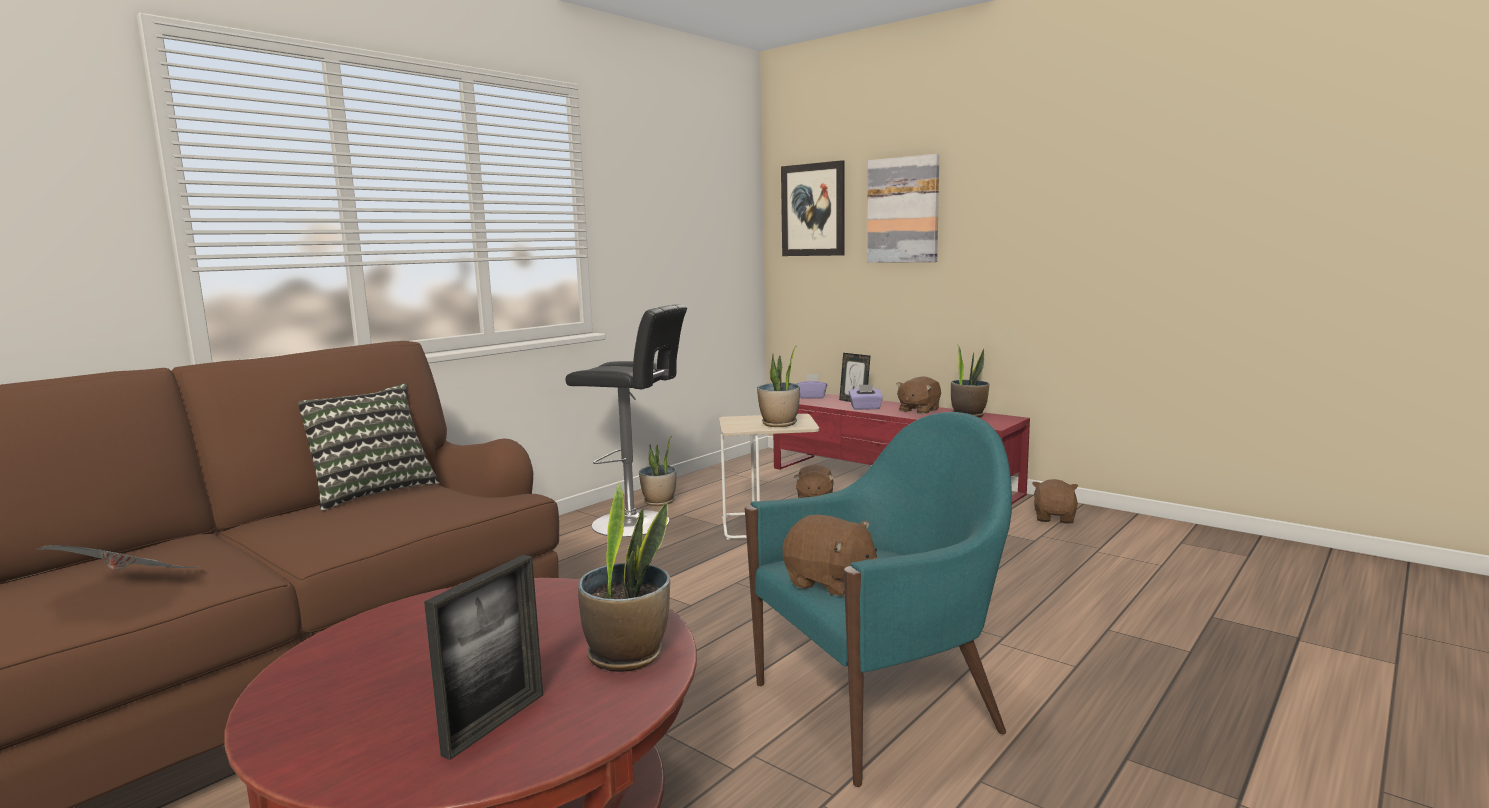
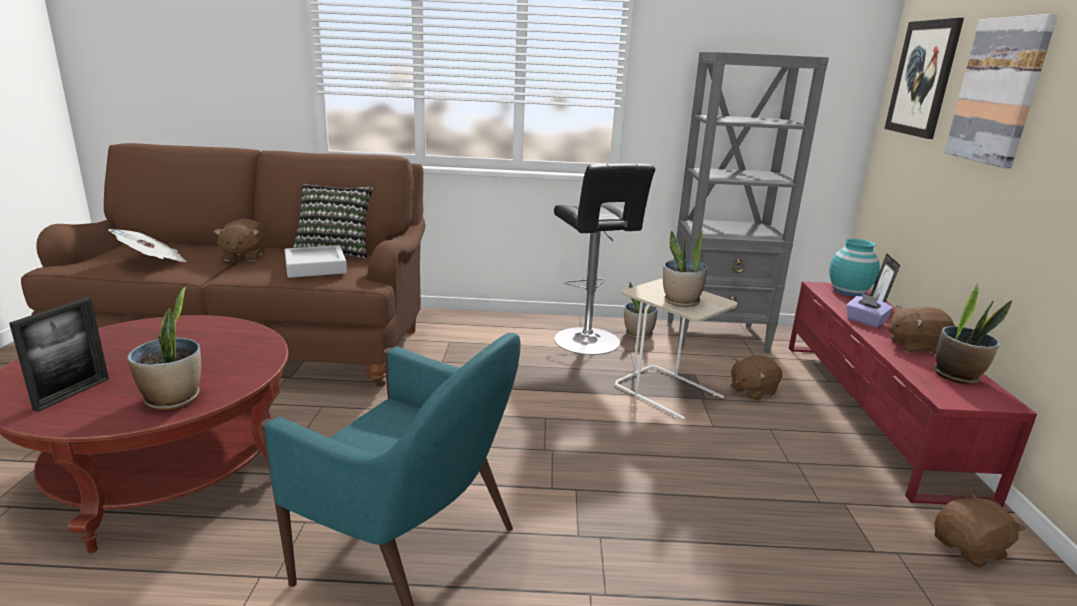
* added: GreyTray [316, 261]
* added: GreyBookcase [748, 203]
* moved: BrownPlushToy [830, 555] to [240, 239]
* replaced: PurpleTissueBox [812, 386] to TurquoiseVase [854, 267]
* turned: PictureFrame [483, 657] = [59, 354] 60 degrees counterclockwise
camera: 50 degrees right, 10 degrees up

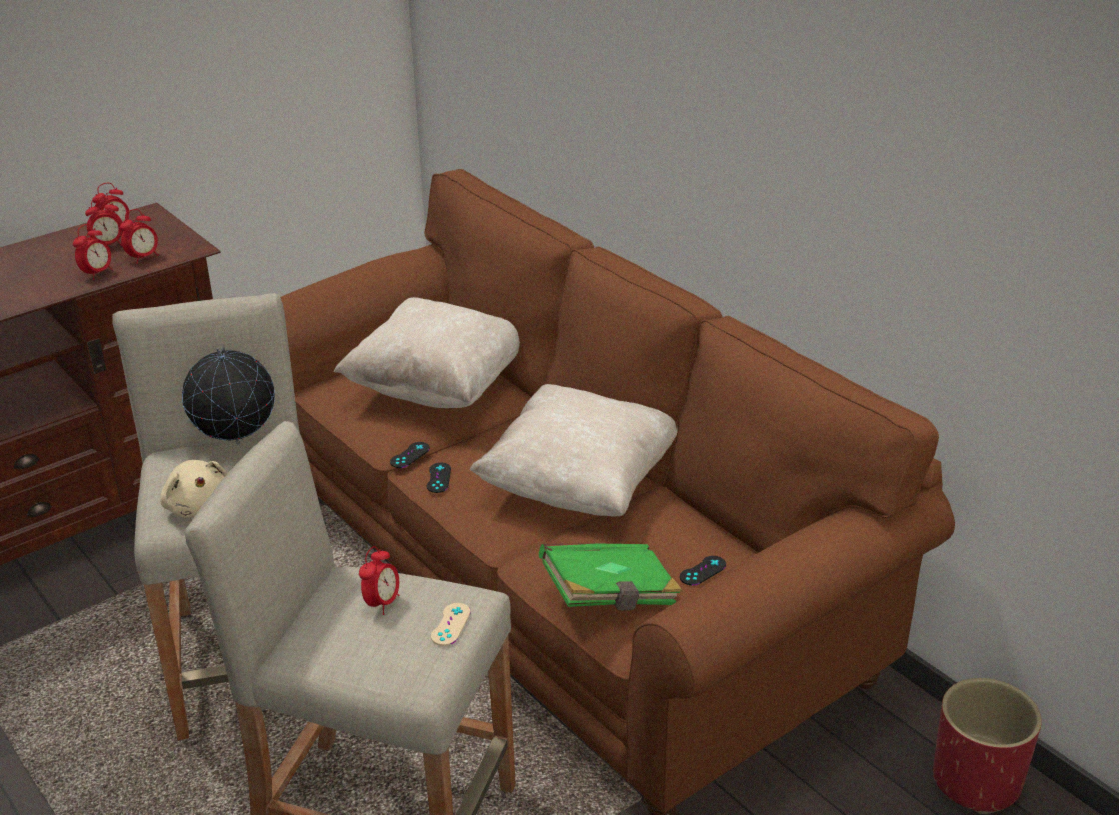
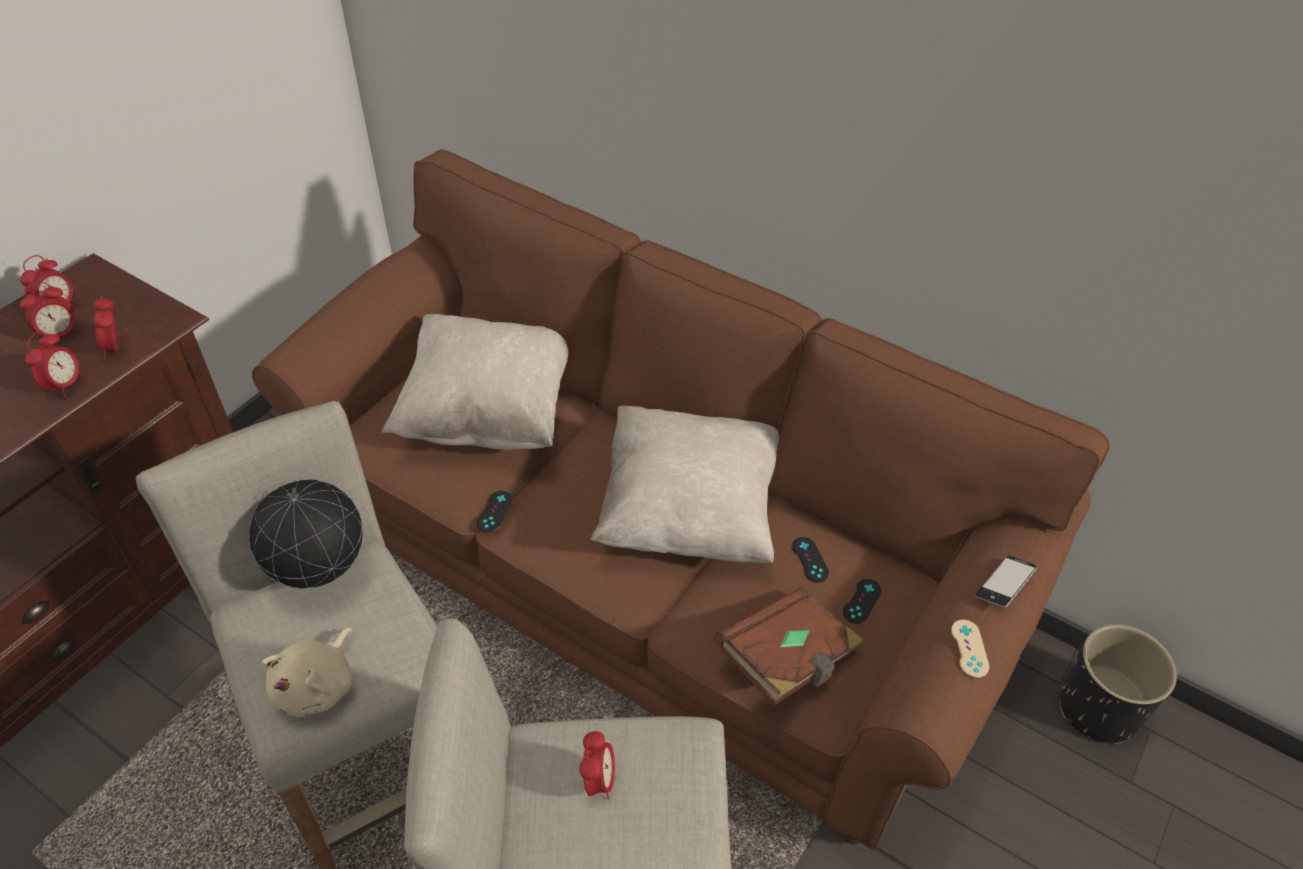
* added: Phone [1006, 582]
* moved: BlackGameController [439, 478] to [810, 559]
* moved: BeigeGameController [451, 624] to [970, 649]
* recoloured: GreenBook [611, 577] to BrownBook [789, 646]
* recoloured: RedPlanter [987, 746] to BlackPlanter [1118, 684]
* turned: AlarmClock [139, 236] = [106, 327] 135 degrees clockwise
* turned: BeigePlushToy [193, 489] = [307, 672] 75 degrees clockwise
camera: 20 degrees left, 15 degrees up

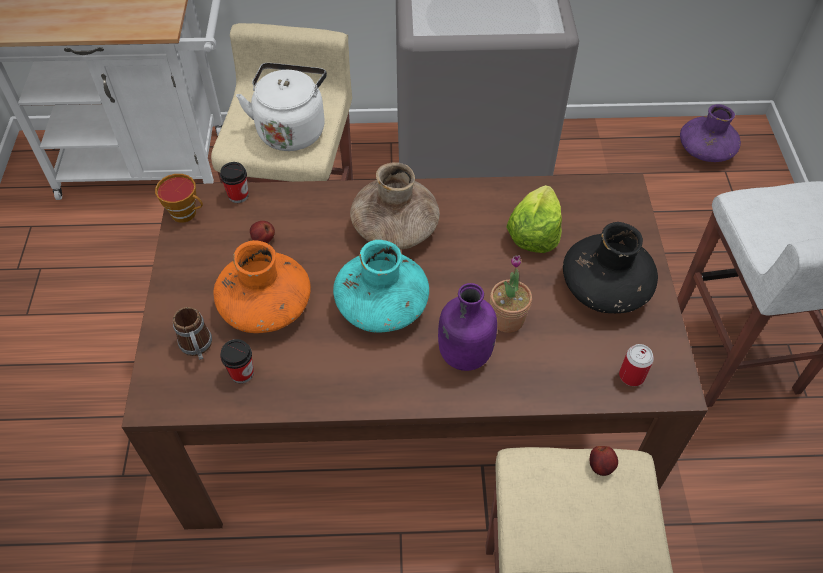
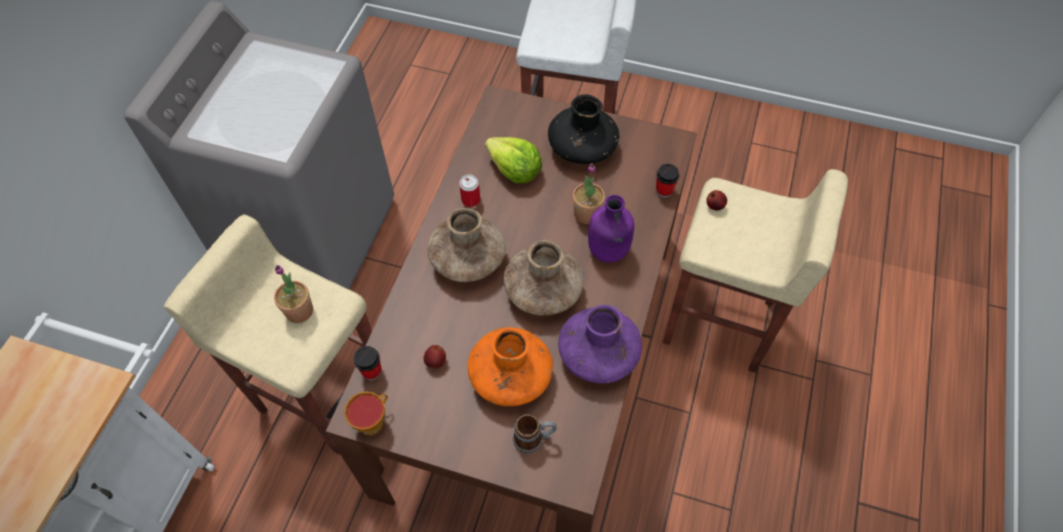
* moved: Cup [237, 361] to [667, 181]
* moved: Can [636, 365] to [469, 190]
* moved: PurpleVase [710, 133] to [600, 344]
* replaced: WhiteKettle [281, 107] to PottedPlant [293, 294]
* recoloured: TurquoiseVase [381, 286] to BrownVase [543, 278]
camera: 70 degrees left, 5 degrees up

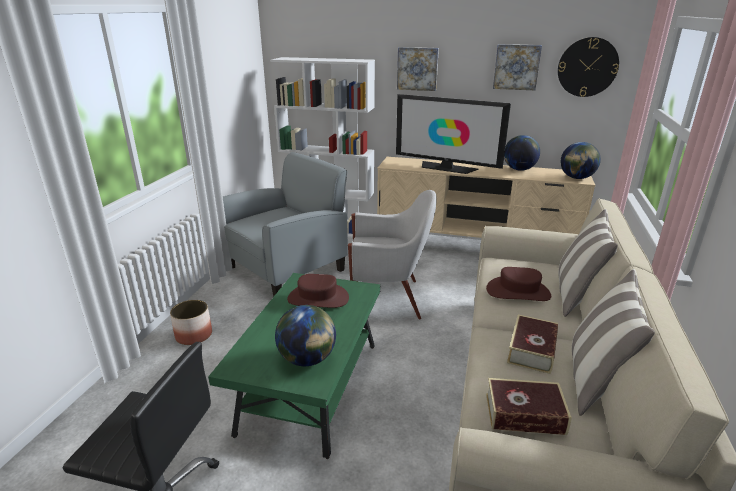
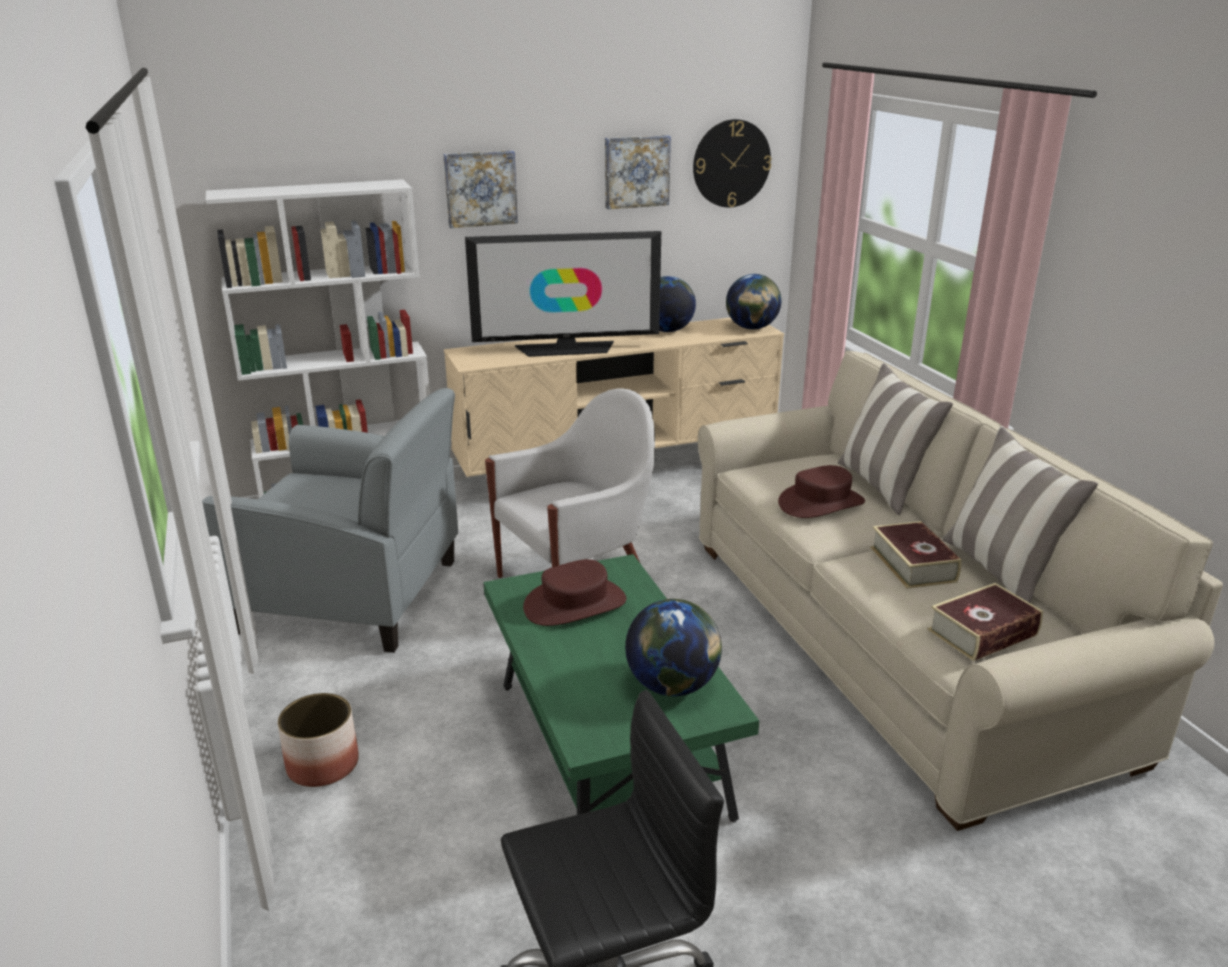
* turned: GreyArmchair [285, 224] = [330, 520] 90 degrees clockwise
camera: 35 degrees left, 0 degrees up

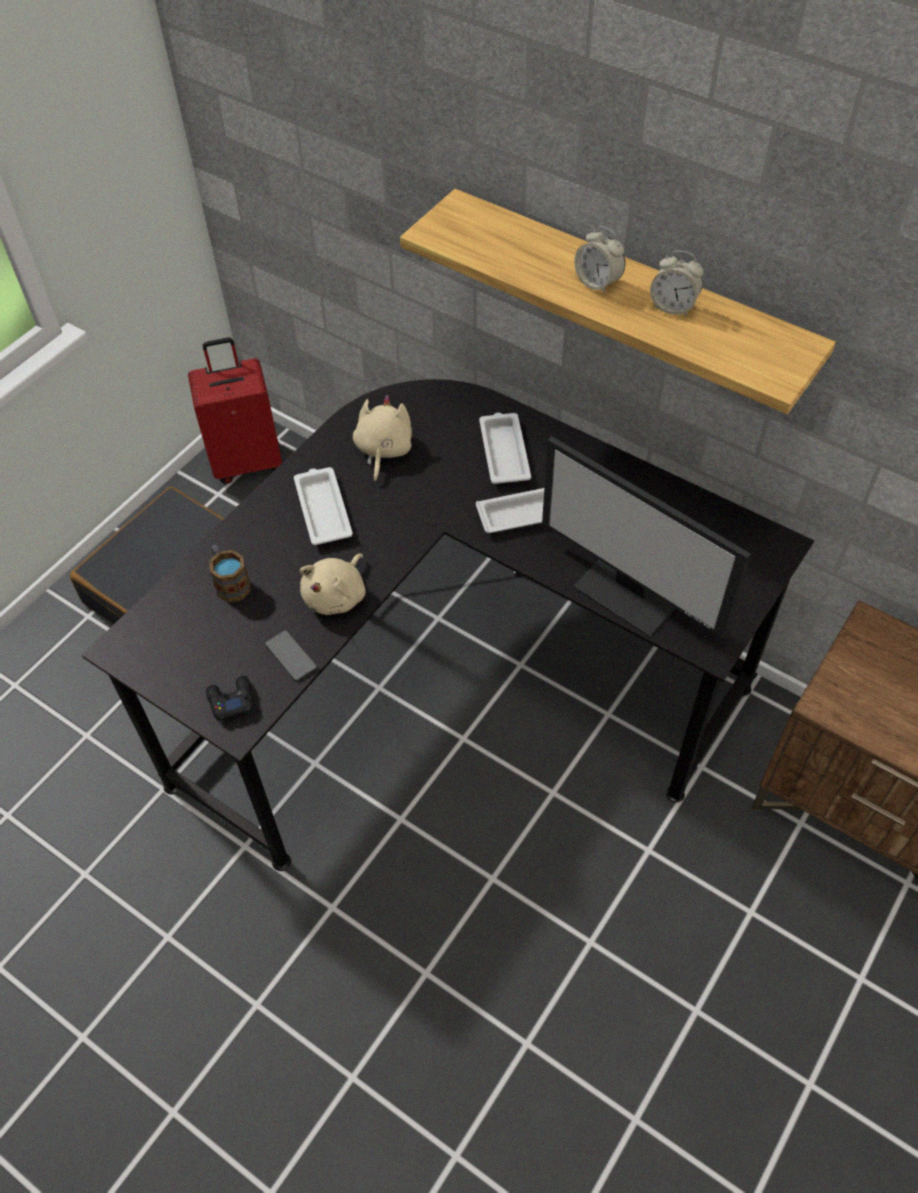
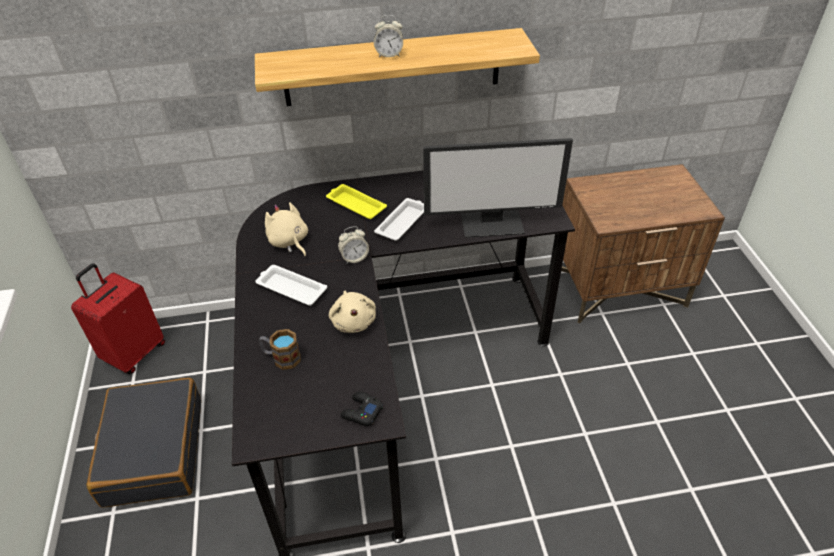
* removed: Phone [291, 656]
* moved: AlarmClock [677, 283] to [353, 245]
* recoloured: WhiteTray [505, 448] to YellowTray [356, 201]
camera: 45 degrees left, 10 degrees down

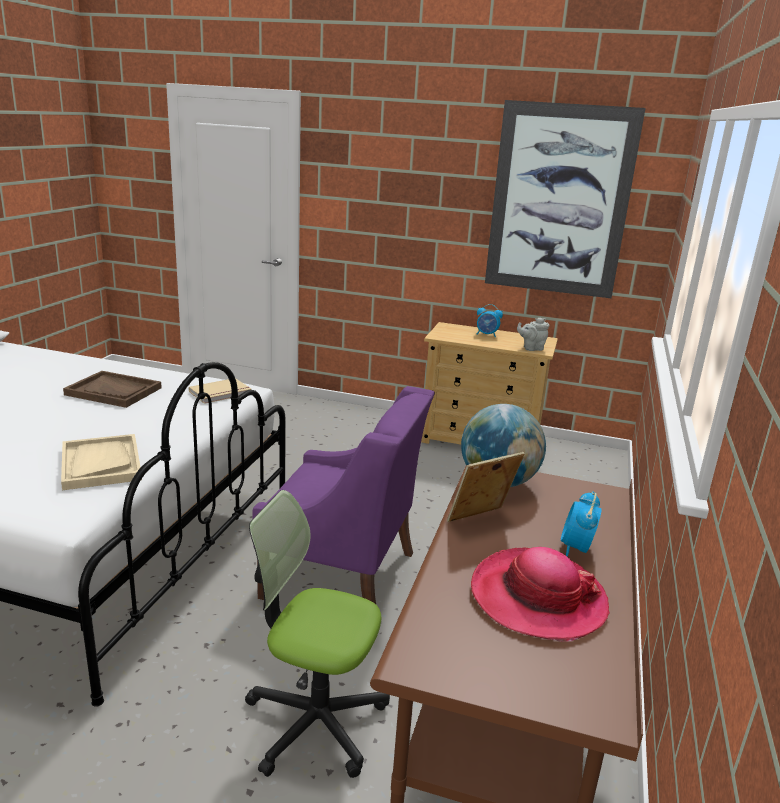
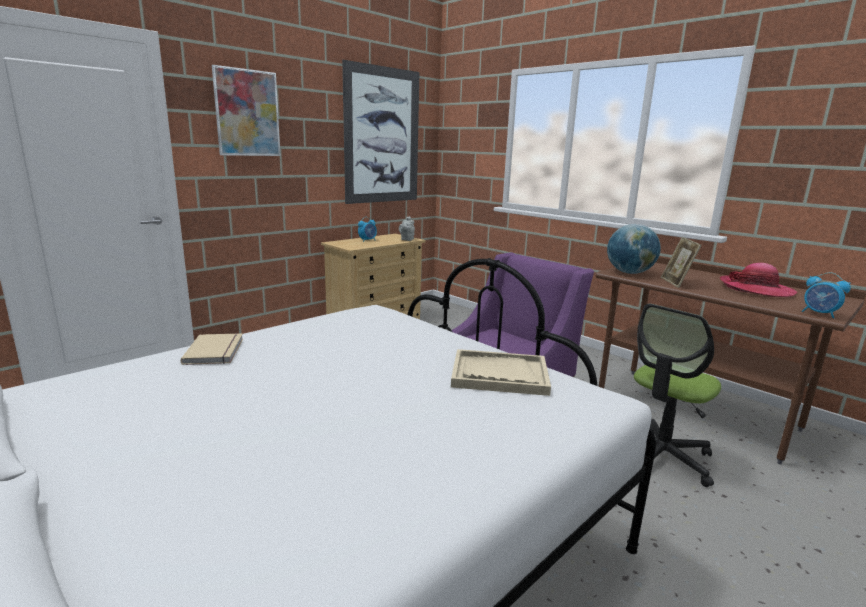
* removed: BrownTray [112, 389]
* added: Picture [246, 110]
* moved: BeigeBook [220, 391] to [211, 349]
* moved: AlarmClock [581, 524] to [826, 295]
camera: 60 degrees left, 5 degrees down

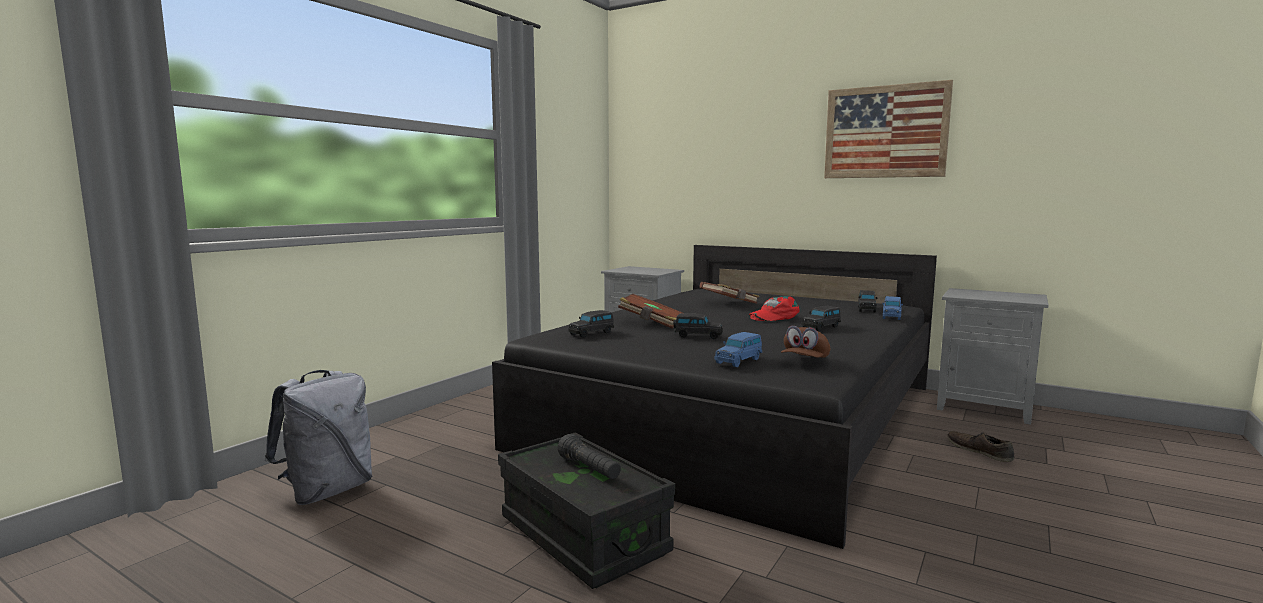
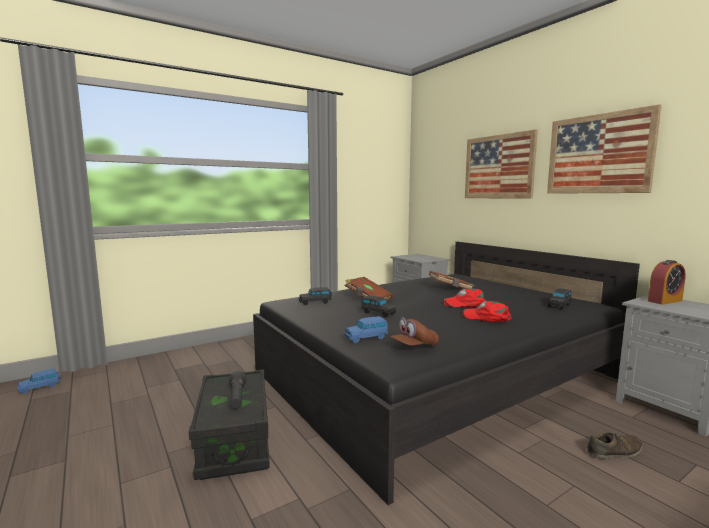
* removed: GreyBackpack [318, 437]
* added: Picture [501, 164]
* added: AlarmClock [667, 282]
* moved: BlueToyCar [893, 308] to [38, 381]
* replaced: BlackToyCar [821, 318] to RedCap [487, 311]
* turned: BrownShoe [980, 446] = [615, 445] 75 degrees clockwise
camera: 25 degrees right, 0 degrees up

